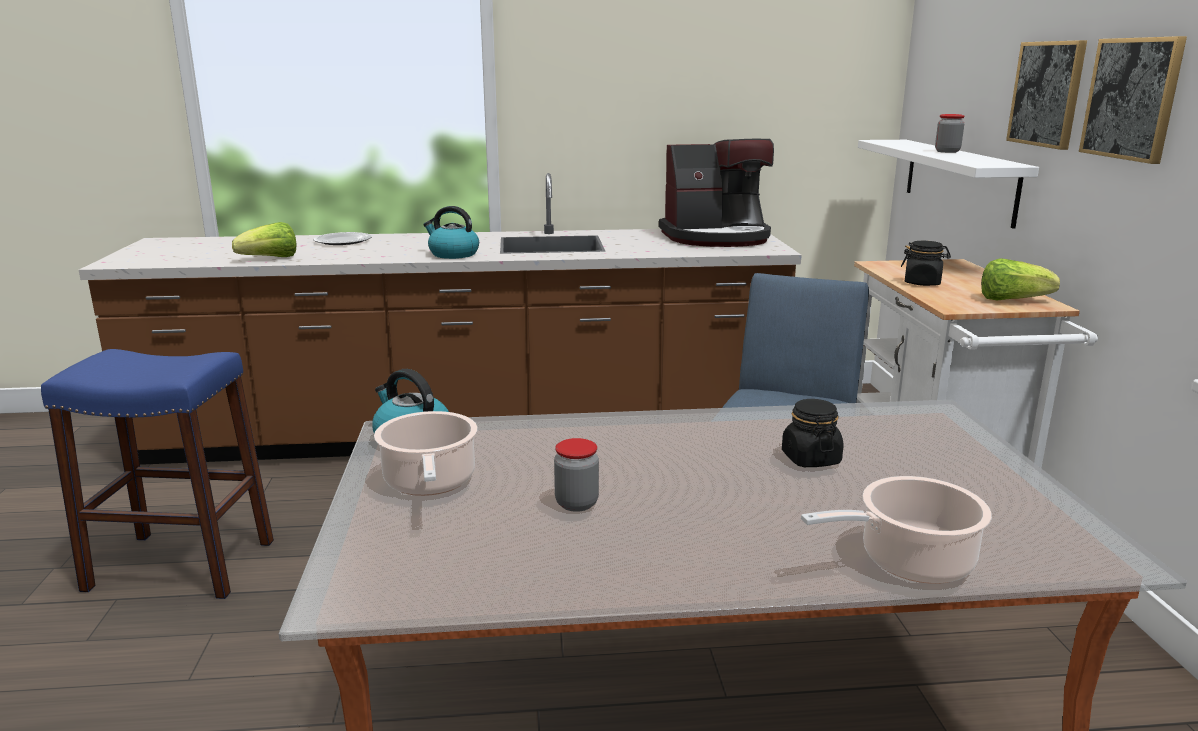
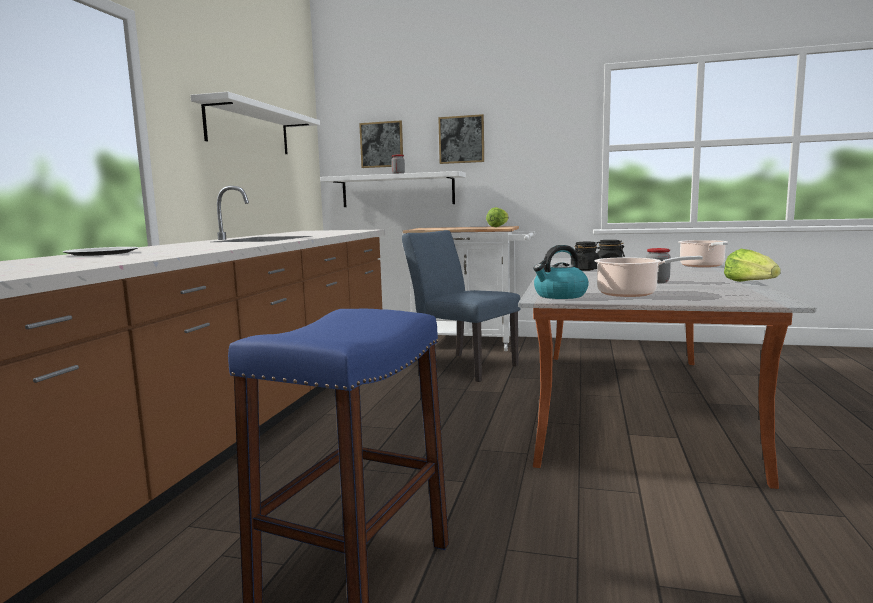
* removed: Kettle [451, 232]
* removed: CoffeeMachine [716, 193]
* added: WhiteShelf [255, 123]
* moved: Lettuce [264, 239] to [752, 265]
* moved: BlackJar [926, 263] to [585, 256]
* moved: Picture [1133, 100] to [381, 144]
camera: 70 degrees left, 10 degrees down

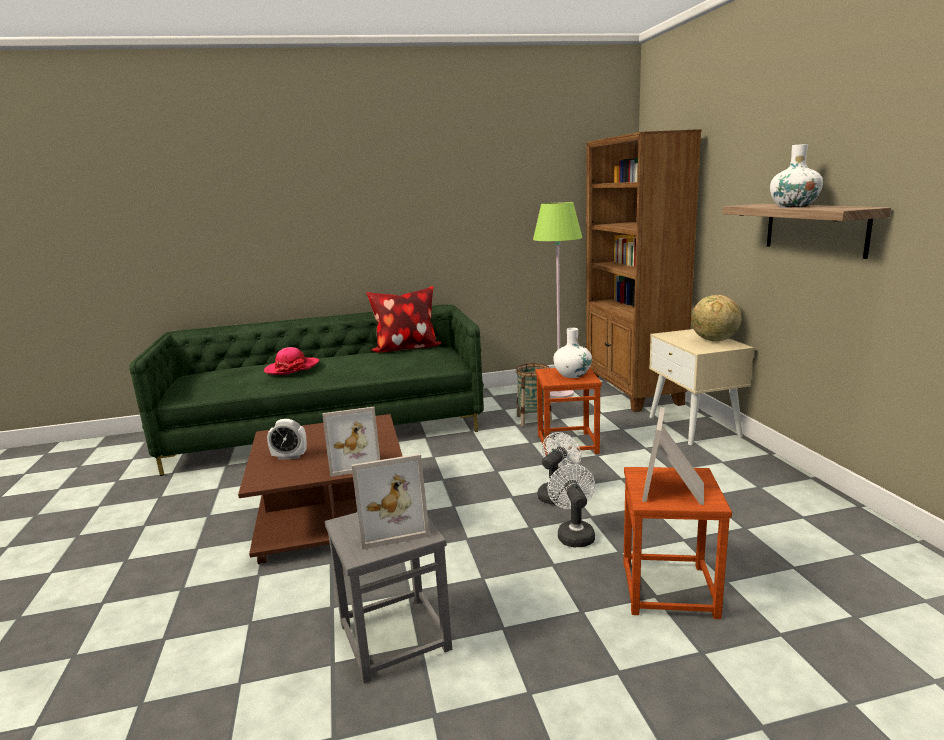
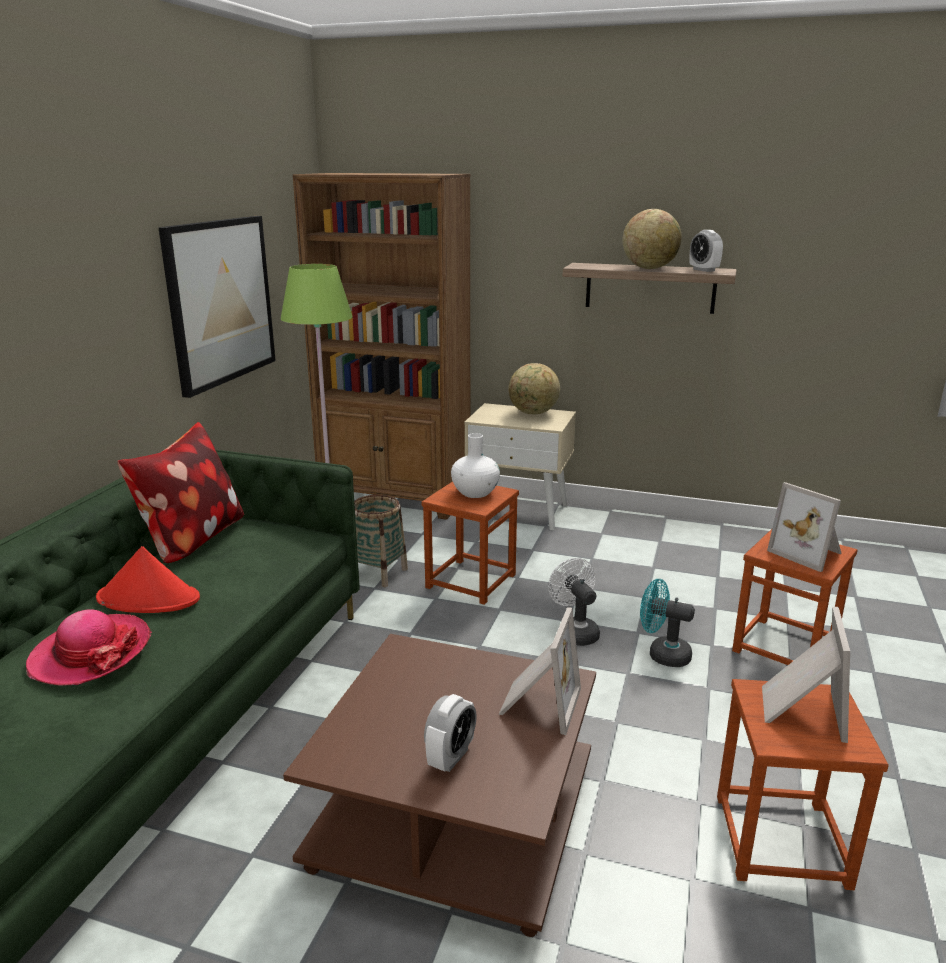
* added: RedHat [148, 579]
* added: Picture [217, 307]
* added: AlarmClock [706, 251]
* replaced: WhiteVase [796, 175] to Globe [652, 239]
* recoloured: GreyStool [388, 597] to BrownStool [803, 784]
* recoloured: WhiteFan [571, 505] to TurquoiseFan [667, 623]
camera: 60 degrees left, 5 degrees up

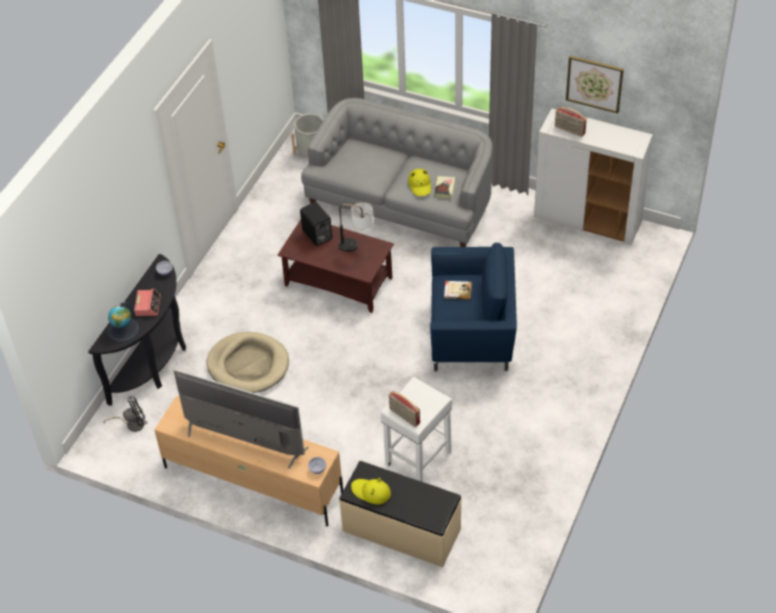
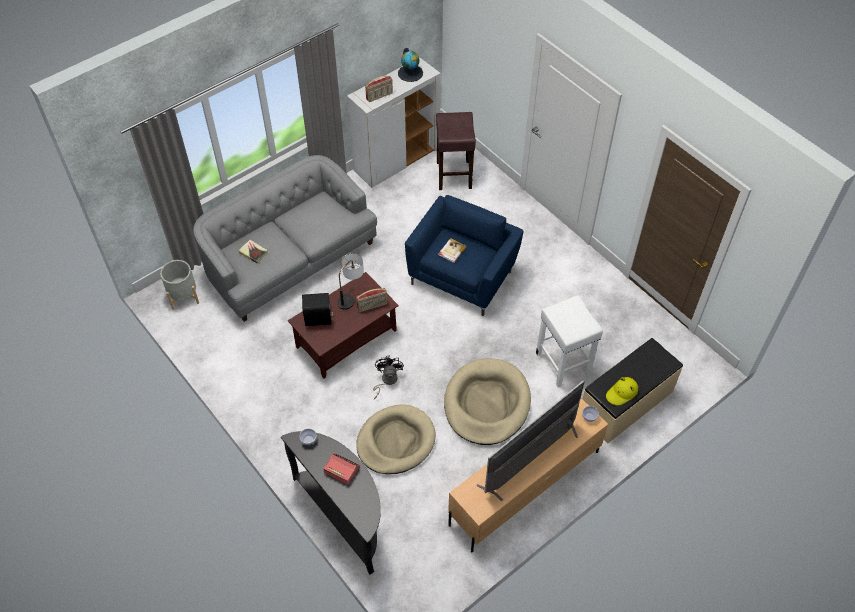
* removed: YellowHat [419, 182]
* removed: Picture [595, 84]
* added: BrownStool [456, 151]
* added: BeigeDogBed [487, 401]
* moved: BlackFan [125, 414] to [388, 377]
* moved: Globe [123, 322] to [410, 65]
* moved: Radio [404, 409] to [371, 300]
* moved: Book [444, 187] to [253, 252]
camera: 65 degrees left, 5 degrees up

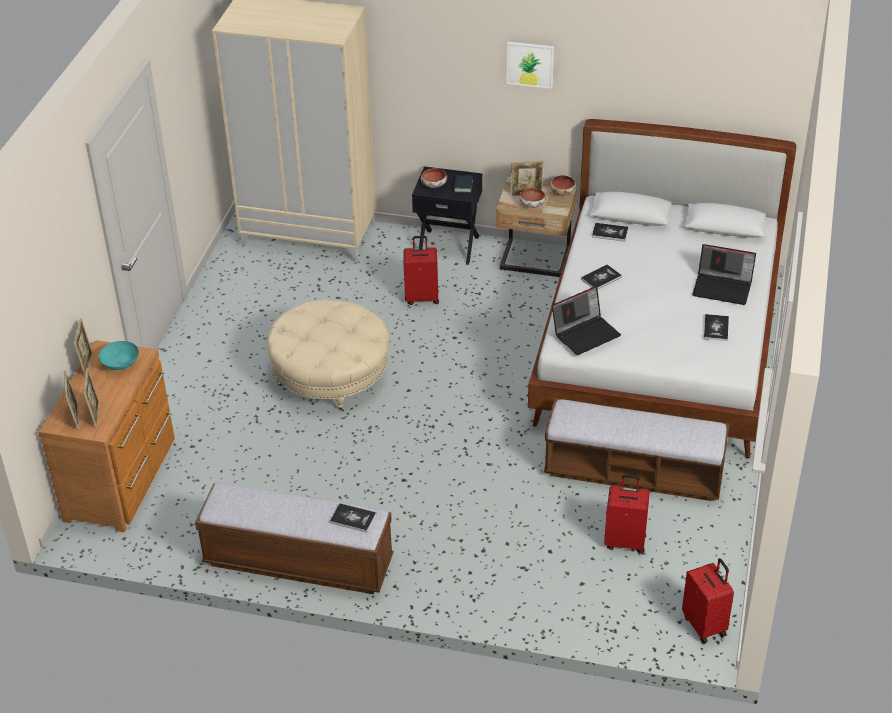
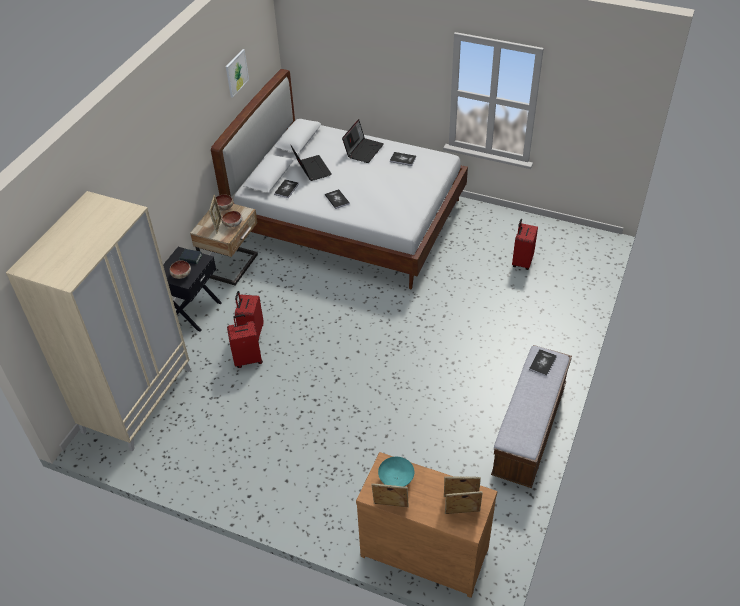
* removed: BeigeOttoman [328, 355]
* removed: Bench [637, 449]
* moved: Picture [530, 65] to [237, 73]
* moved: Laptop [586, 320] to [311, 163]
* moved: RedSuitcase [708, 601] to [245, 341]
camera: 80 degrees left, 5 degrees up

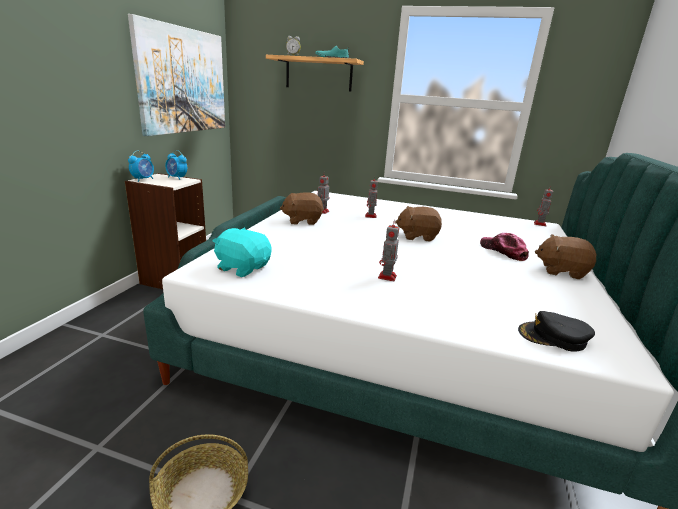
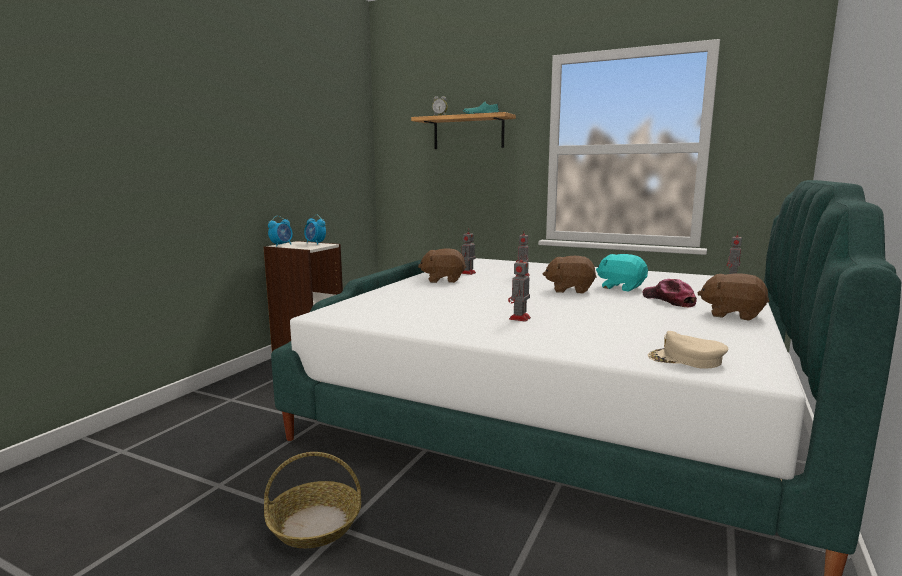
* removed: Picture [176, 75]
* moved: TurquoisePlushToy [242, 252] to [622, 273]
* recoloured: BlackCap [556, 331] to BeigeCap [688, 350]
camera: 10 degrees right, 10 degrees down

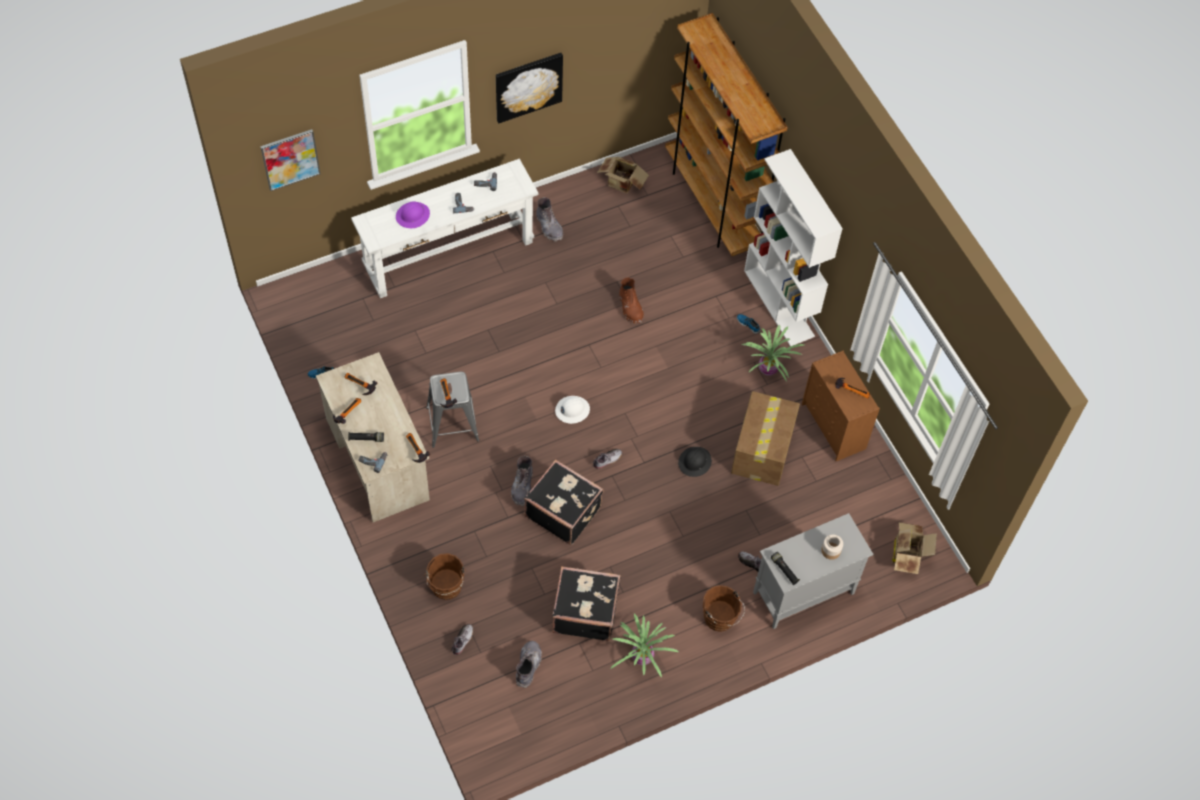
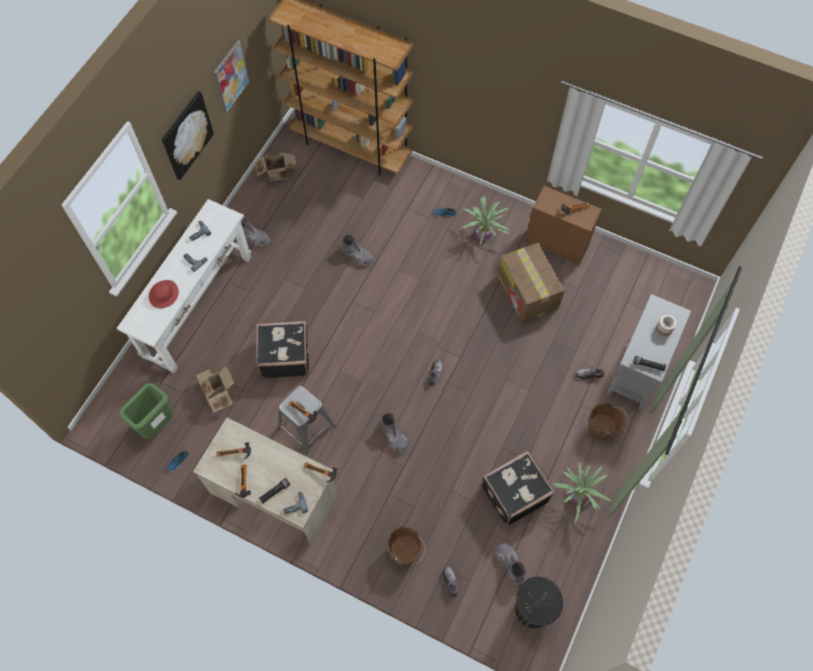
* removed: WhiteHardHat [572, 410]
* removed: BlackHardHat [695, 462]
* removed: WhiteBookcase [793, 247]
* added: GreenTrashCan [146, 411]
* added: BlackTrashCan [539, 602]
* moved: Picture [290, 160] to [231, 76]
* moved: BlackSuitcase [564, 502] to [282, 349]
* moved: CardboardBox [914, 548] to [215, 389]
* recoloured: PurpleHardHat [413, 214] to RedHardHat [164, 294]
* recoloured: BrownBoot [631, 300] to GreyBoot [358, 250]
camera: 35 degrees left, 5 degrees up

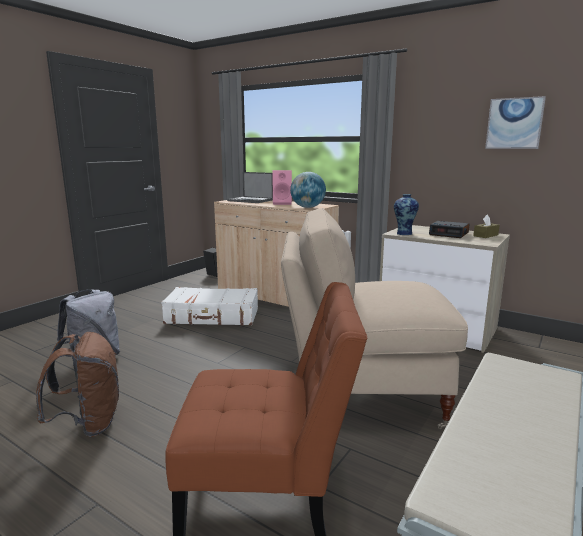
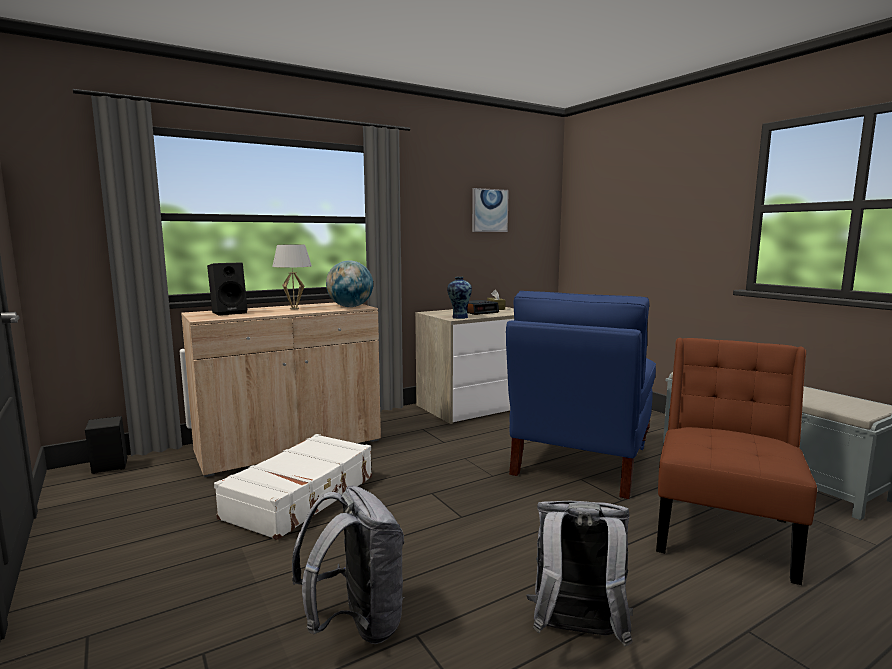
* replaced: Laptop [250, 187] to BlackSpeaker [227, 289]
* replaced: PinkSpeaker [282, 187] to WhiteTableLamp [292, 277]
* recoloured: BrownBackpack [77, 384] to GreyBackpack [579, 573]
* recoloured: BeigeChair [374, 318] to BlueChair [581, 395]
camera: 65 degrees left, 5 degrees down

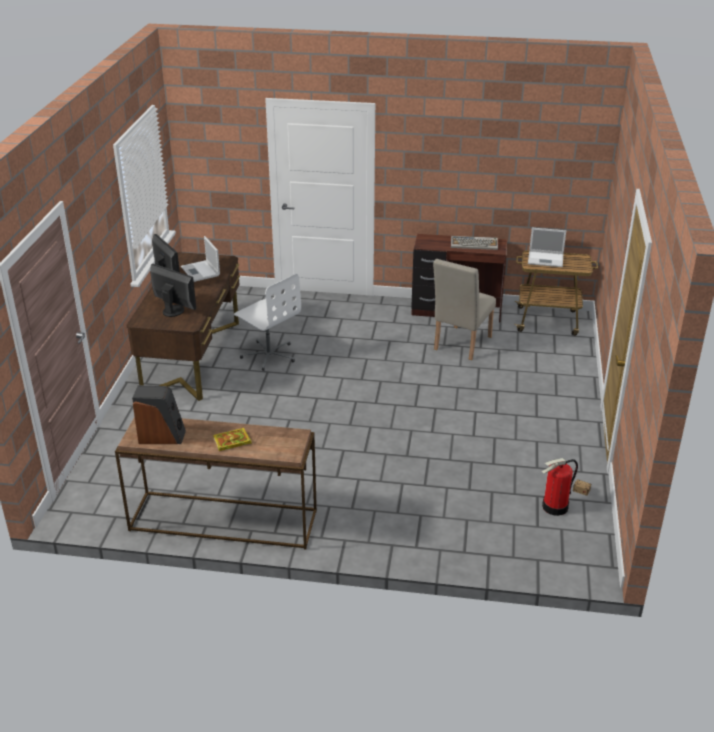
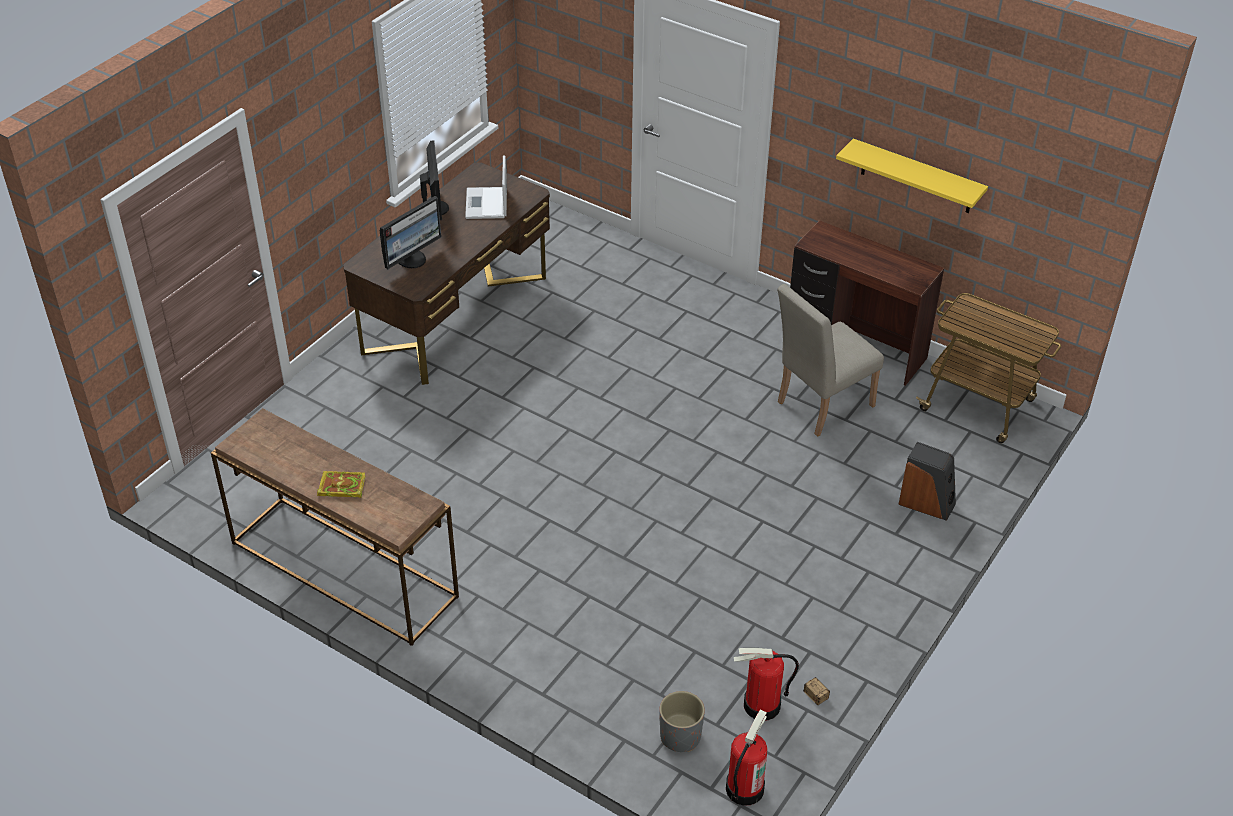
* removed: WhiteOfficeChair [267, 322]
* removed: Keyboard [474, 243]
* removed: Laptop [547, 247]
* added: GreyPlanter [682, 721]
* added: FireExtinguisher [746, 757]
* added: YellowShelf [912, 175]
* moved: Speaker [159, 414] to [927, 481]
* turned: Monitor [173, 290] = [410, 232] 75 degrees clockwise
camera: 25 degrees right, 10 degrees up

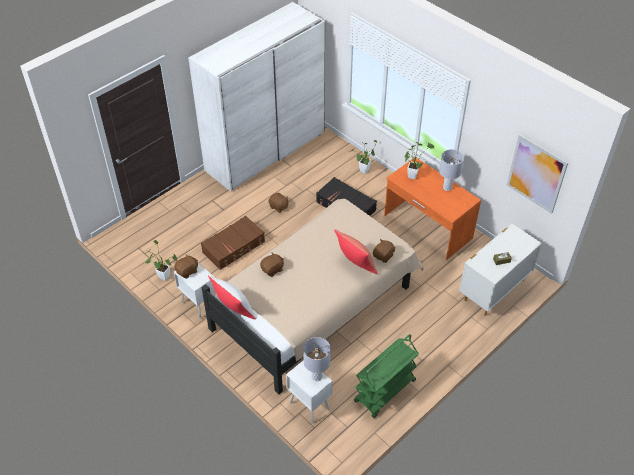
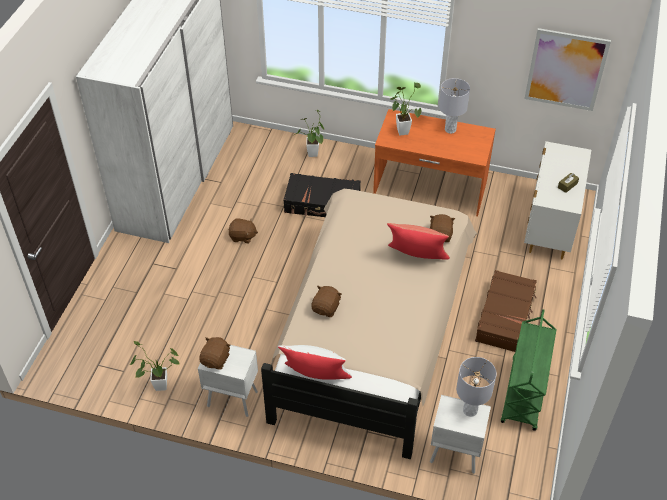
* moved: BrownSuitcase [233, 243] to [506, 311]
camera: 30 degrees left, 0 degrees up

